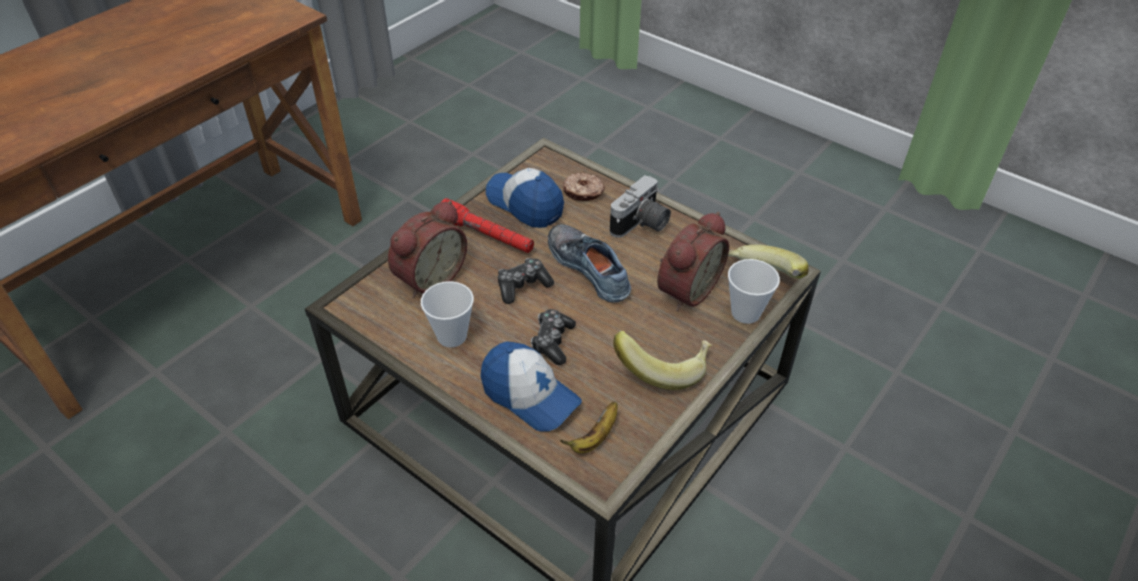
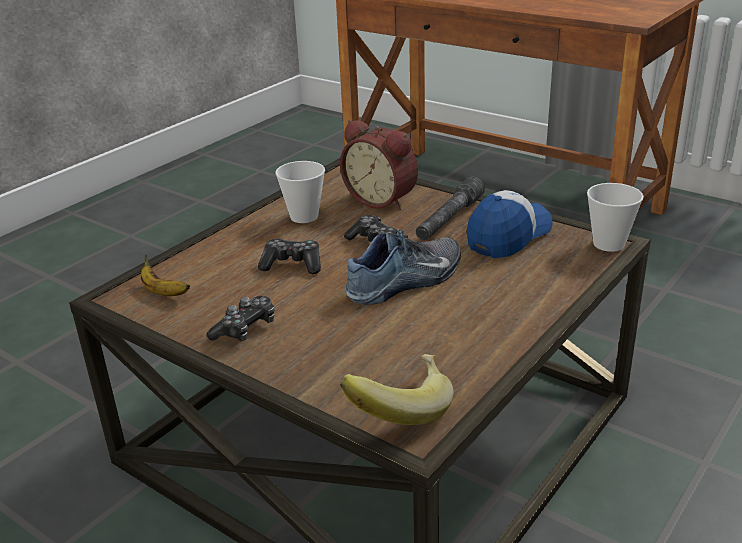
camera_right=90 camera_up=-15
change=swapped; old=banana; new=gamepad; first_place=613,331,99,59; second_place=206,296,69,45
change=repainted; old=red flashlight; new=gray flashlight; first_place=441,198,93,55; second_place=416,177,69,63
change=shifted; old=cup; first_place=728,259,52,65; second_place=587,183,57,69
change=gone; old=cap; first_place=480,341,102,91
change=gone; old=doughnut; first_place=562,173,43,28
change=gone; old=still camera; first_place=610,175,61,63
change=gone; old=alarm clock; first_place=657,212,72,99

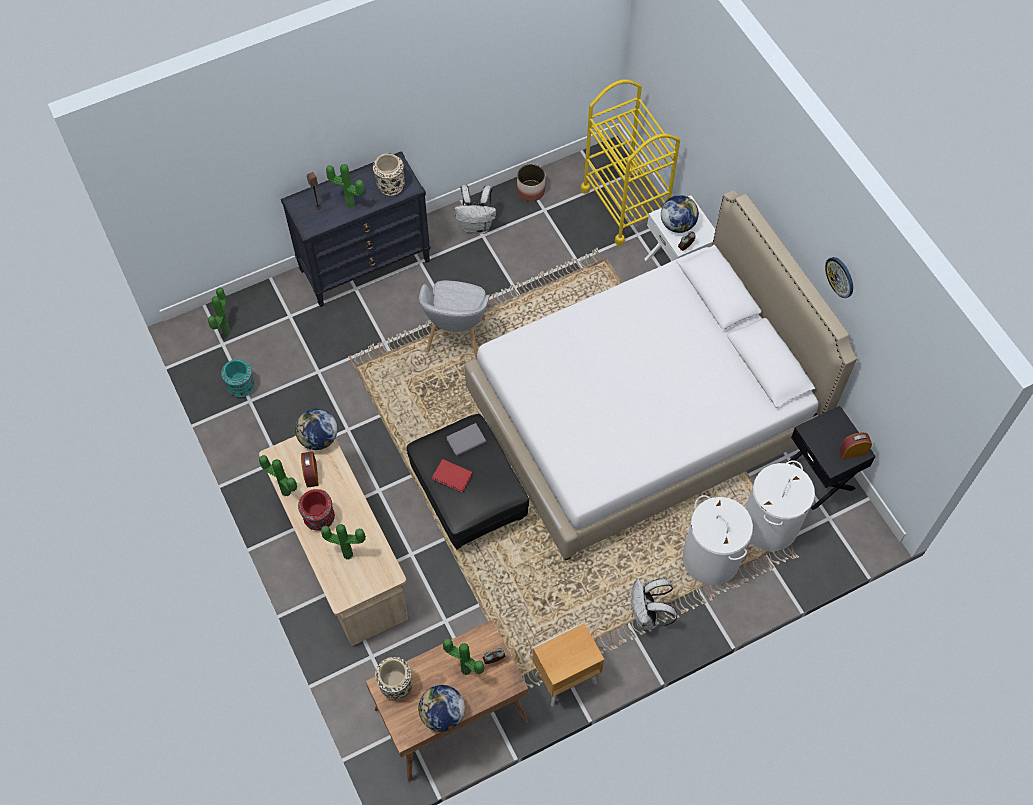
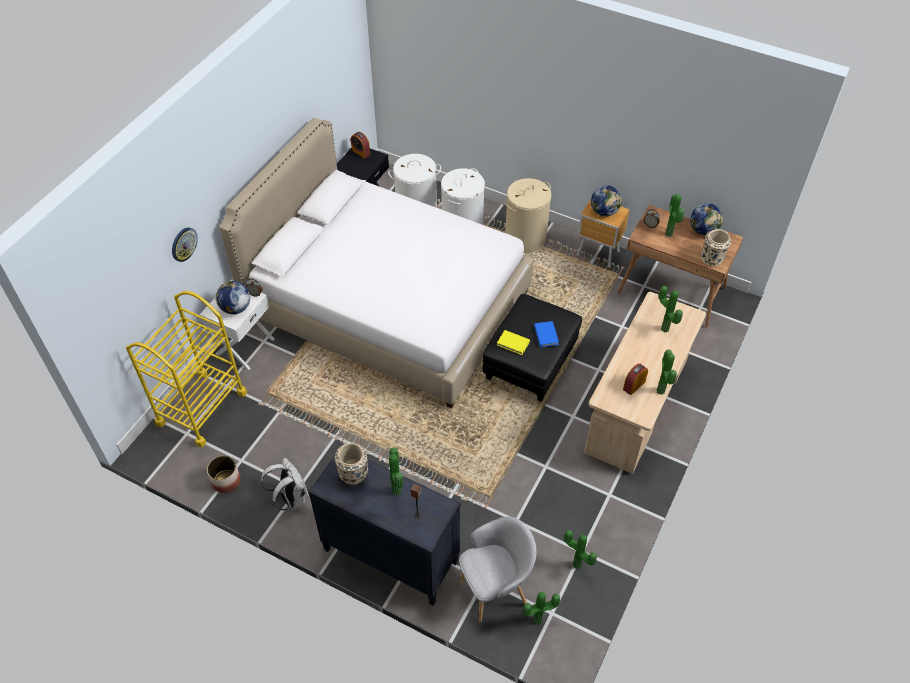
camera_right=-125 camera_up=-10
change=shifted; old=wall clock; first_place=825,257,28,41; second_place=172,227,26,35
change=shifted; old=gray easy chair; first_place=419,281,71,79; second_place=459,517,78,106
change=repainted; old=gray volume; new=yellow-coloured volume; first_place=447,423,39,33; second_place=497,330,33,25
change=swapped; old=whitish rucksack; new=beige-coloured hamper; first_place=631,578,46,52; second_place=505,178,46,75
change=repainted; old=red volume; new=blue volume; first_place=432,459,41,33; second_place=534,321,25,26
change=swapped; old=turquoise-coloured decorative vase; new=potted plant; first_place=221,359,33,38; second_place=564,530,33,39
change=shifted; old=globe; first_place=295,409,42,41; second_place=591,185,31,31
change=gone; old=red decorative vase; first_place=298,489,37,42

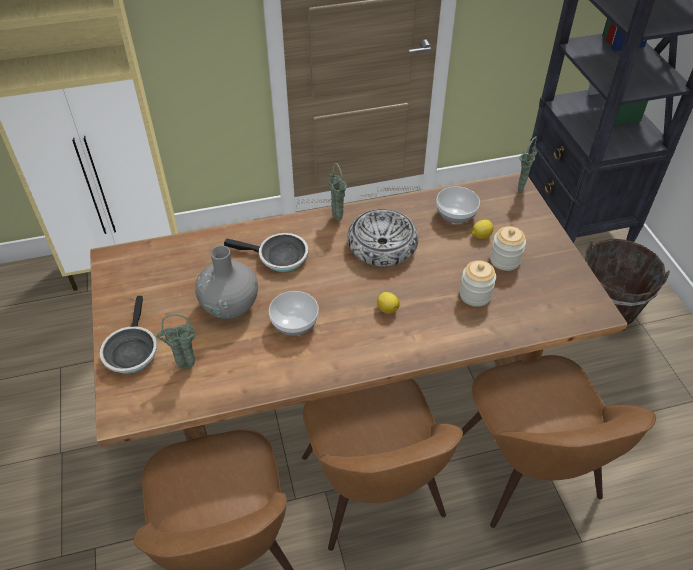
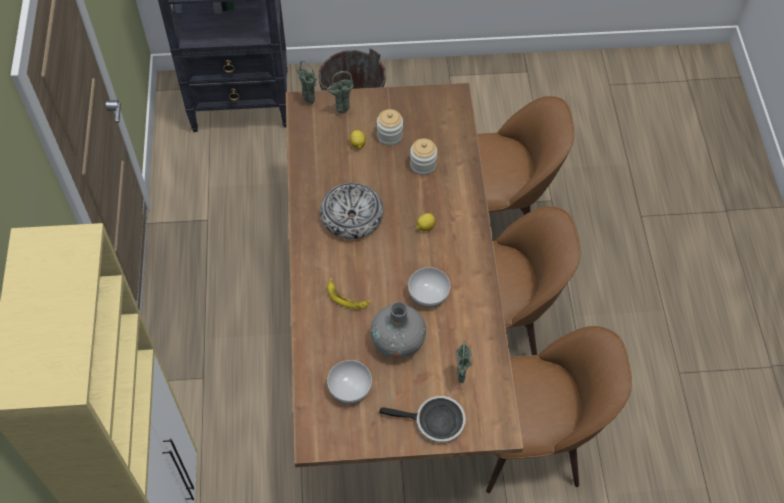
camera_right=-80 camera_up=10
change=shifted; old=green-coloured decorative vase; first_place=327,163,20,58; second_place=327,71,26,43
change=swapped; old=frying pan; new=banana; first_place=224,233,84,39; second_place=327,278,44,31
change=shifted; old=serving bowl; first_place=436,186,44,37; second_place=327,360,45,44

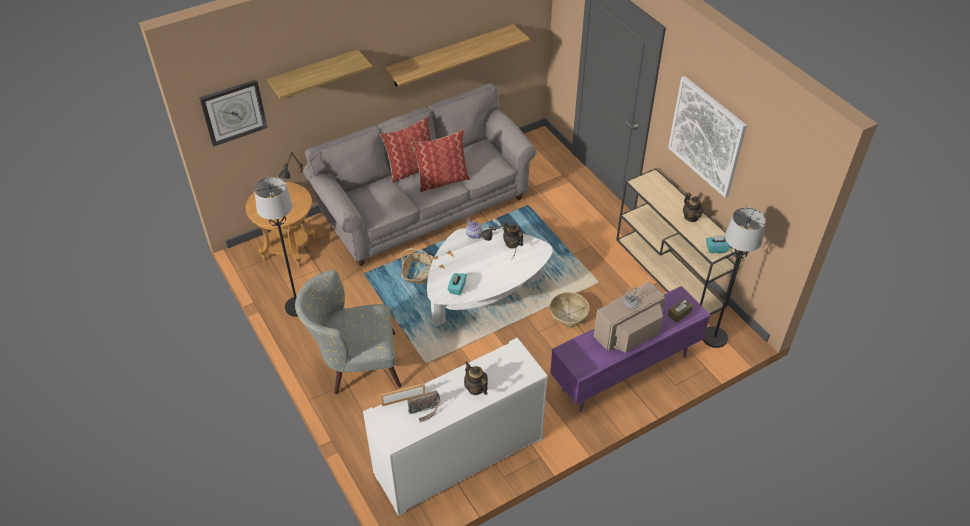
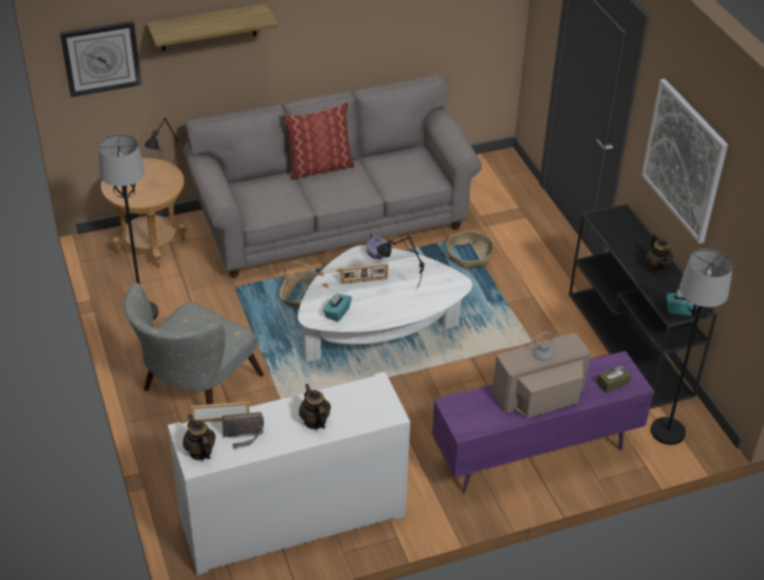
camera_right=10 camera_up=-5
change=rotated; old=gray easy chair; first_place=295,269,106,125; second_place=124,283,140,122; degrees=-60
change=shifted; old=tea pot; first_place=503,221,20,27; second_place=183,414,33,46
change=new; new=photo frame; second_place=341,263,47,21
change=shifted; old=storage basket; first_place=550,292,40,36; second_place=447,231,47,38
change=repainted; old=beige-coloured narrow table; new=black-coloured narrow table; first_place=616,168,127,147; second_place=569,203,148,206
change=gone; old=wall shelf; first_place=385,24,145,62
change=gone; old=cushion; first_place=411,129,59,63

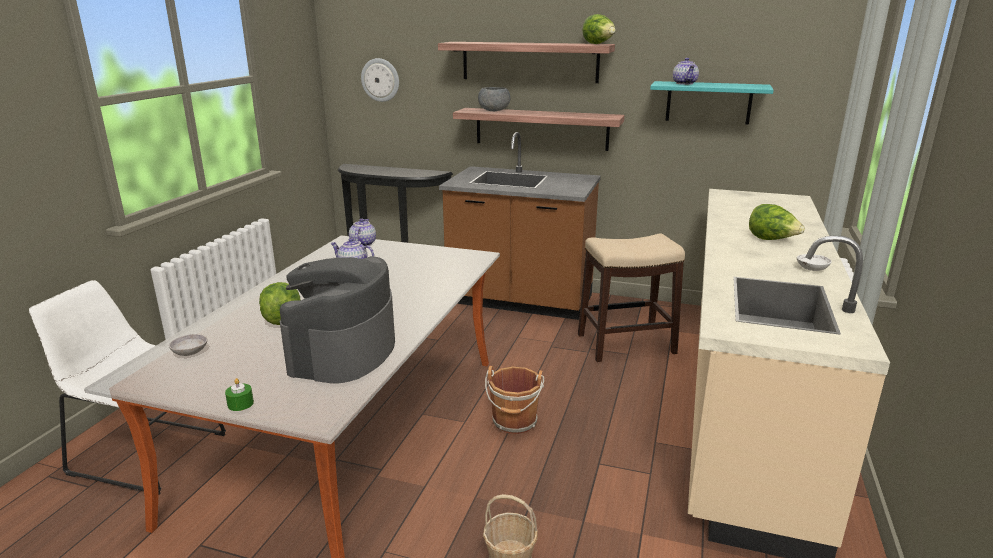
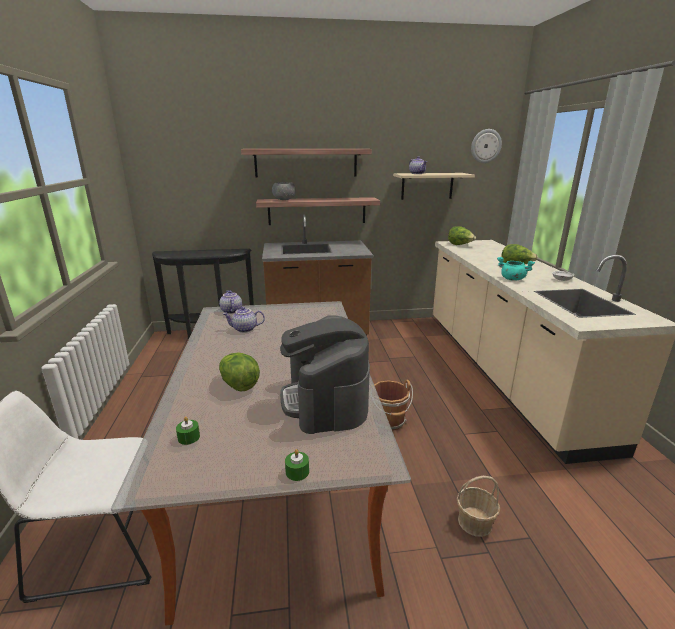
camera_right=-25 camera_up=0
change=swapped; old=gray serving bowl; new=green-coloured wax light; first_place=169,334,39,22; second_place=176,416,24,29
change=repainted; old=turquoise-coloured wall shelf; new=beige-coloured wall shelf; first_place=650,81,124,44; second_place=393,173,82,27
change=shifted; old=head of lettuce; first_place=582,14,34,30; second_place=448,226,28,19
change=shifted; old=wall clock; first_place=361,58,38,44; second_place=471,129,31,34
change=new; new=turquoise-coloured saucepot; second_place=497,257,38,24
change=gone; old=sitting stool; first_place=578,234,107,128

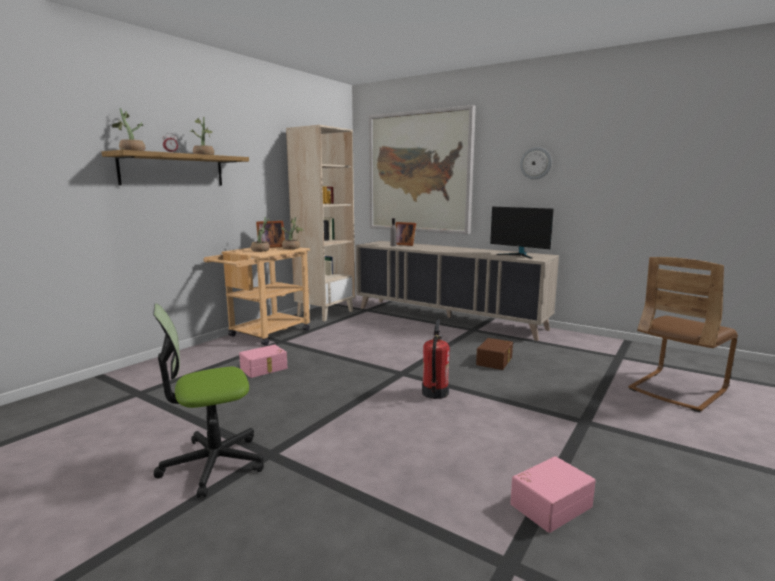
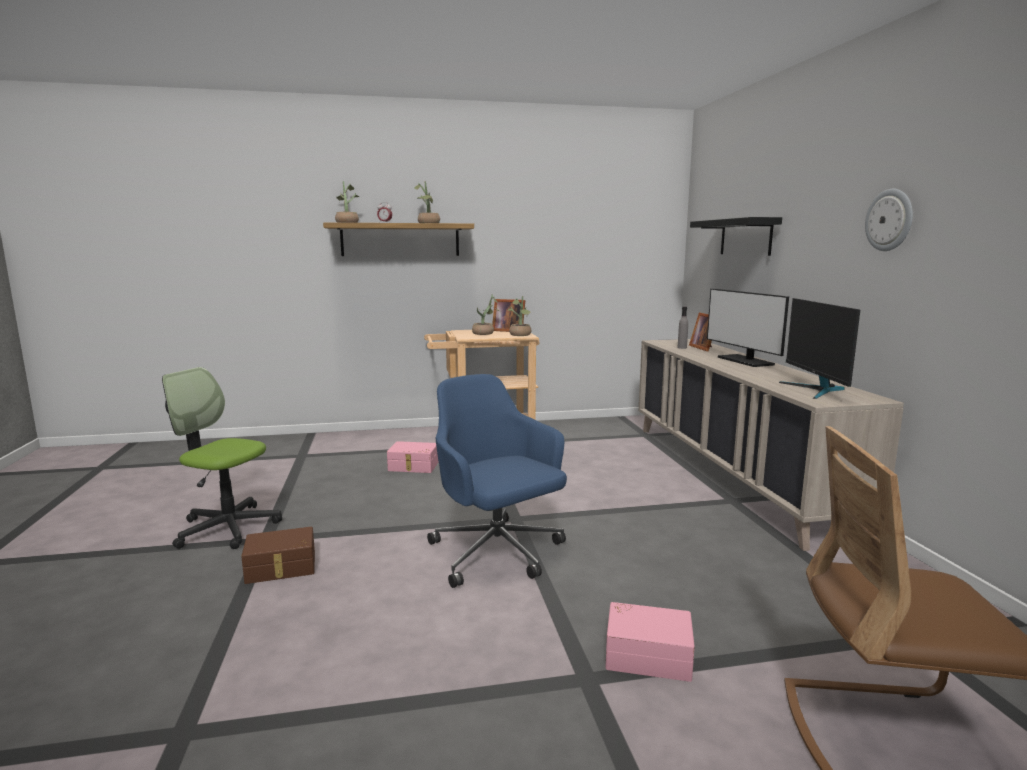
camera_right=45 camera_up=0
change=shifted; old=brown-coloured storage container; first_place=476,338,37,32; second_place=241,527,74,57
change=swapped; old=fire extinguisher; new=blue office chair; first_place=422,319,28,80; second_place=427,374,140,214
change=shifted; old=pink-coloured storage container; first_place=510,456,86,77; second_place=605,602,90,80
change=swapped; old=wall picture; new=black-coloured wall shelf; first_place=369,105,107,129; second_place=690,217,92,39
change=new; new=computer display; second_place=707,289,82,78
change=gone; old=beige-coloured bookcase; first_place=286,125,69,196

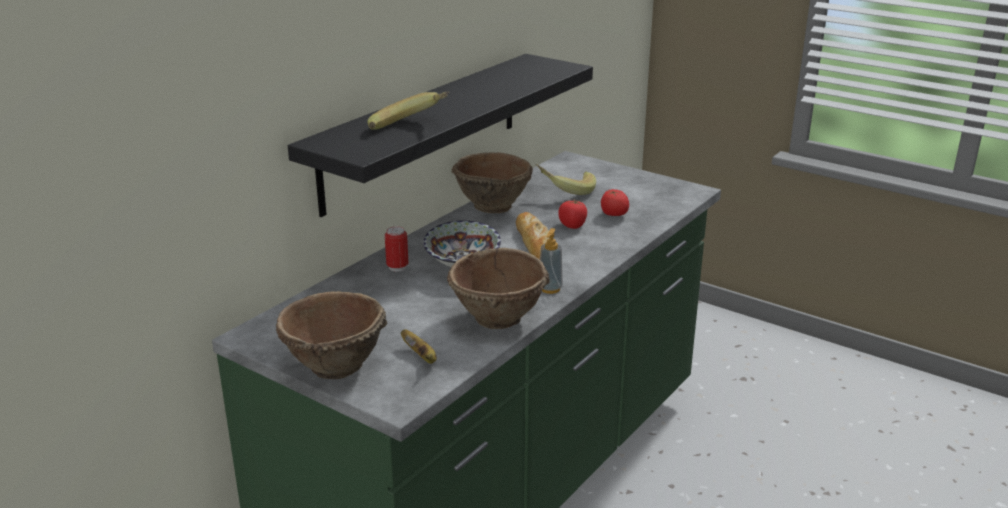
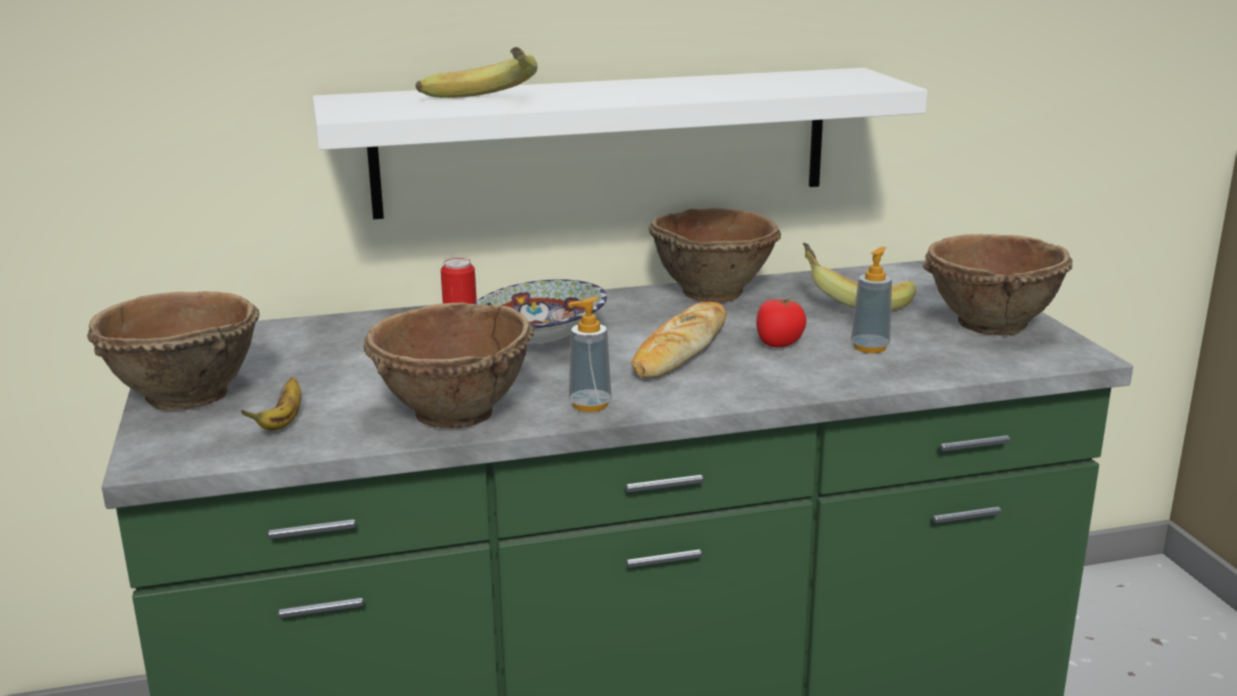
camera_right=40 camera_up=-5
change=repainted; old=black-coloured wall shelf; new=whitish wall shelf; first_place=288,54,305,163; second_place=313,68,614,151
change=swapped; old=fresh tomato; new=liquid soap bottle; first_place=601,189,28,27; second_place=851,247,41,106
change=new; new=brown-coloured serving bowl; second_place=923,234,149,102

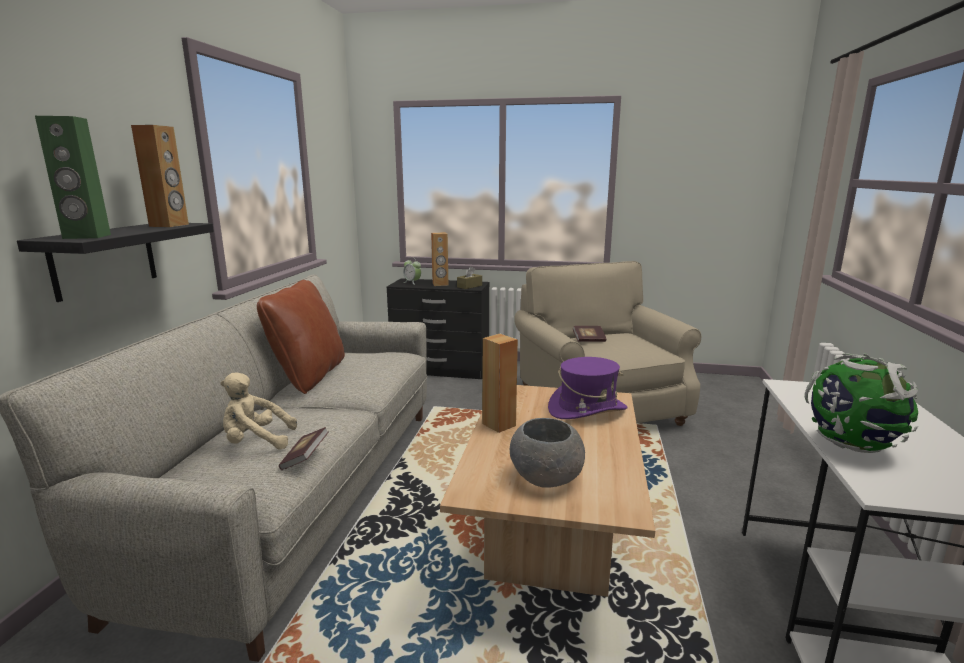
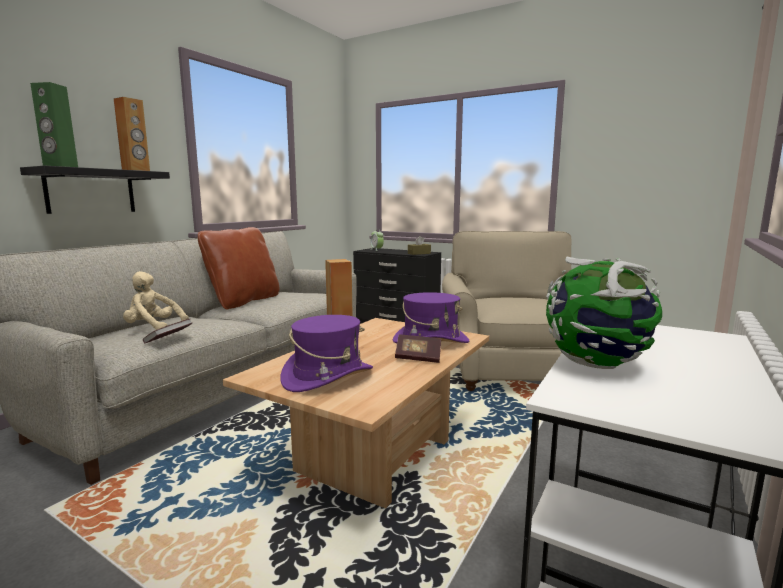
camera_right=20 camera_up=-5
change=swapped; old=gray serving bowl; new=purple-coloured wearable hat; first_place=510,418,75,70; second_place=280,315,93,77
change=shifted; old=volume; first_place=573,326,34,16; second_place=395,335,46,28
change=gone; old=brown-coloured audio speaker; first_place=431,232,18,54

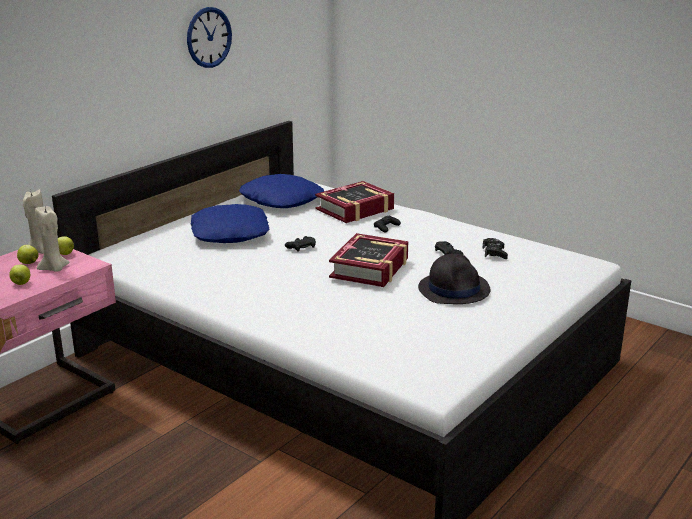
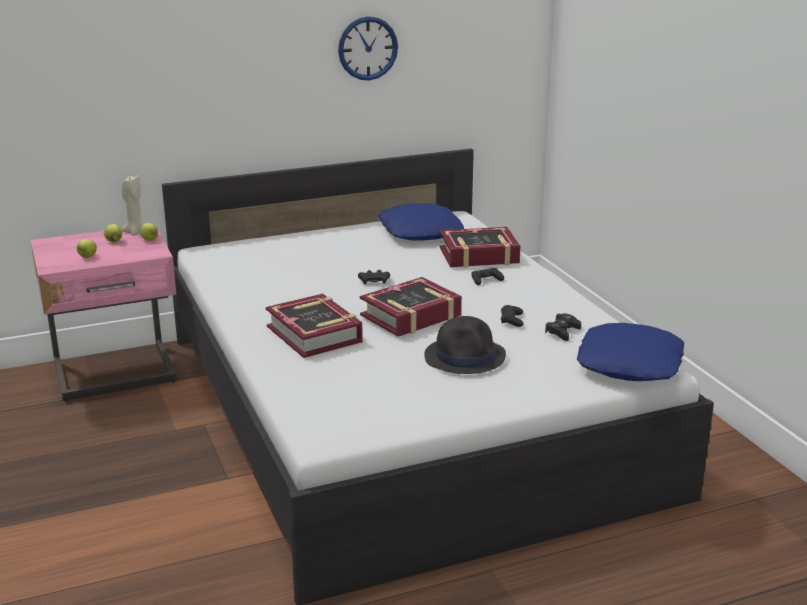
camera_right=30 camera_up=0
change=new; new=volume; second_place=266,293,97,65
change=shifted; old=blue cushion; first_place=191,204,78,39; second_place=577,323,107,58
change=gone; old=beige-coloured wax light; first_place=35,206,35,66

